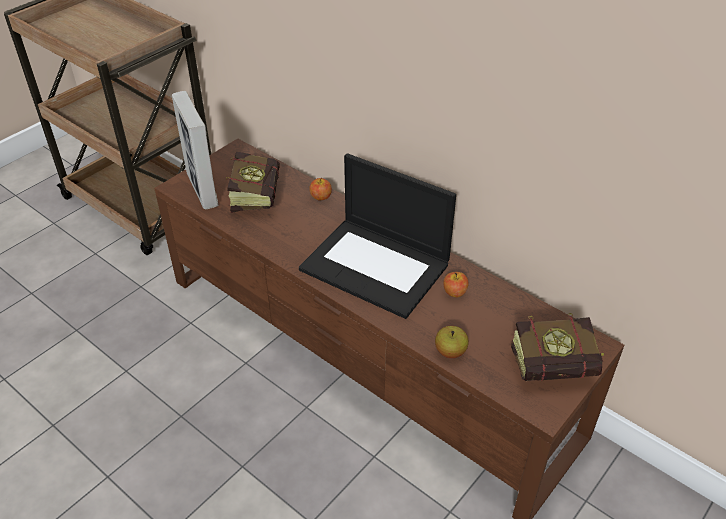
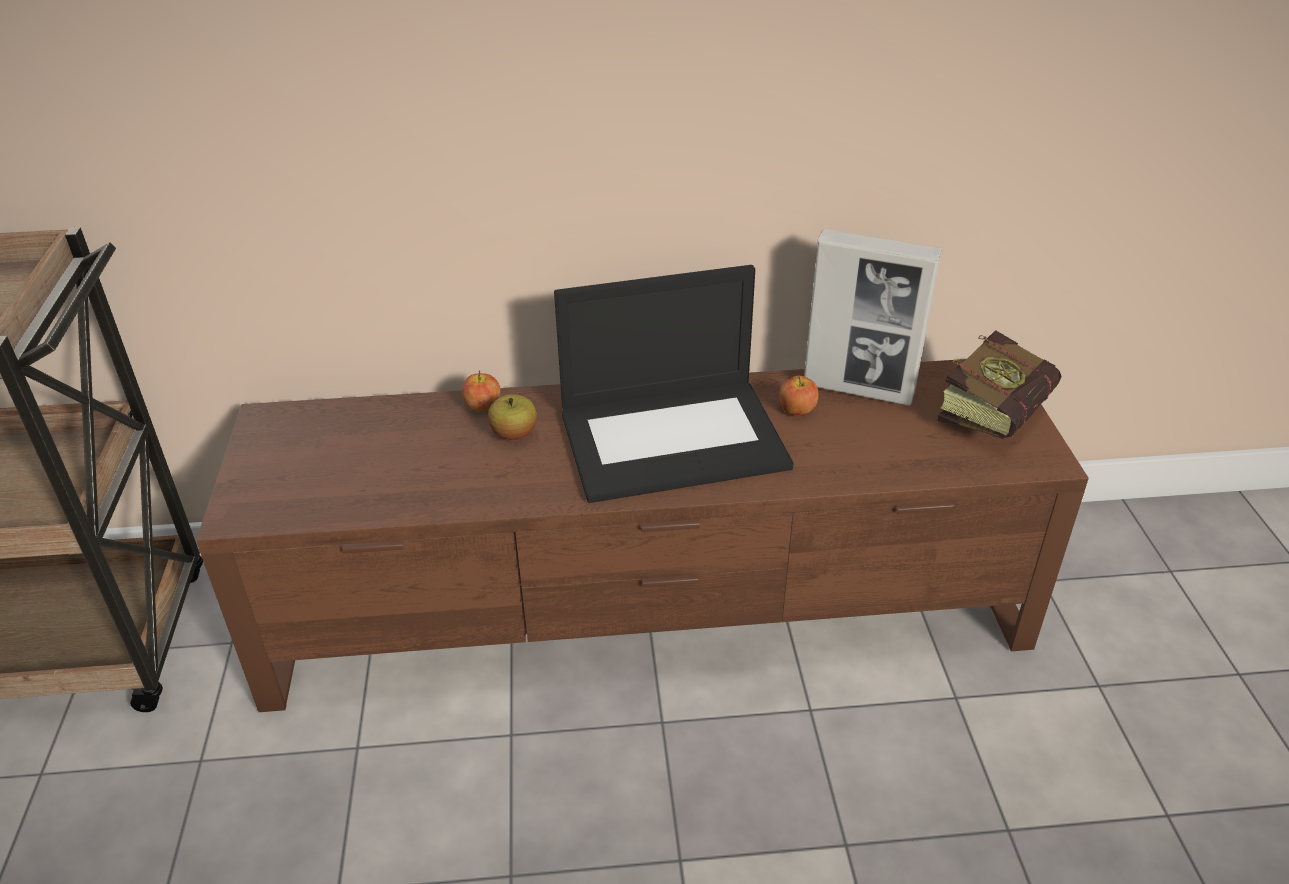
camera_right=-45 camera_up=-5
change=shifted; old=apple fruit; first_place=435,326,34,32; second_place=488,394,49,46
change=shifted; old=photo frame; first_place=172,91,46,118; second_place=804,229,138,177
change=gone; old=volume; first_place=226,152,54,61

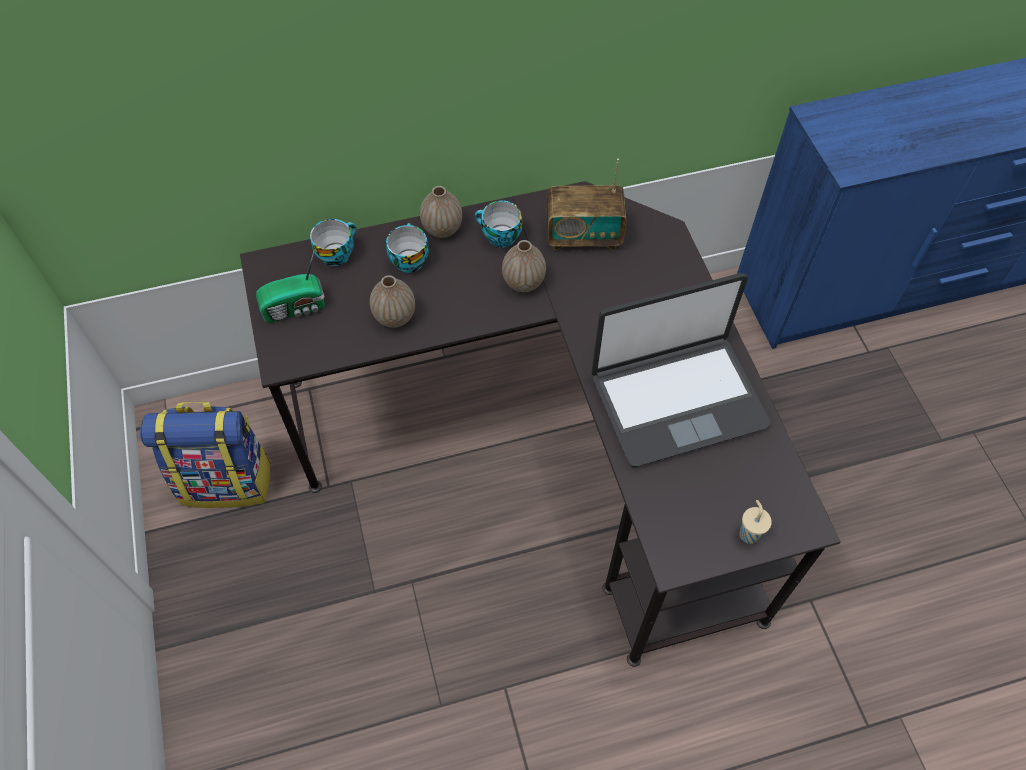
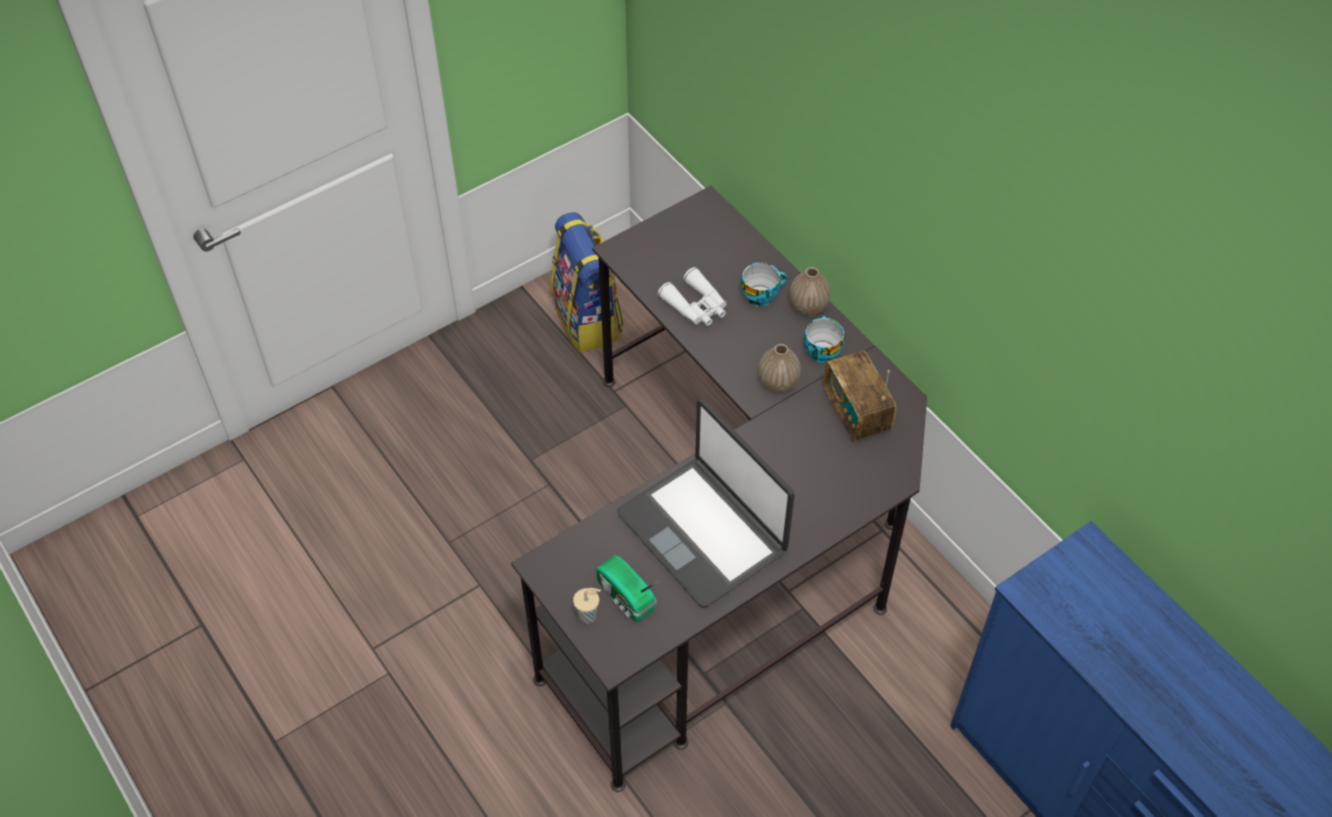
camera_right=70 camera_up=-5
change=shifted; old=radio set; first_place=256,252,69,71; second_place=596,555,63,67
change=swapped; old=decorative vase; new=whitish field glasses; first_place=370,275,45,53; second_place=658,267,69,59
change=gone; old=cup; first_place=310,219,46,47

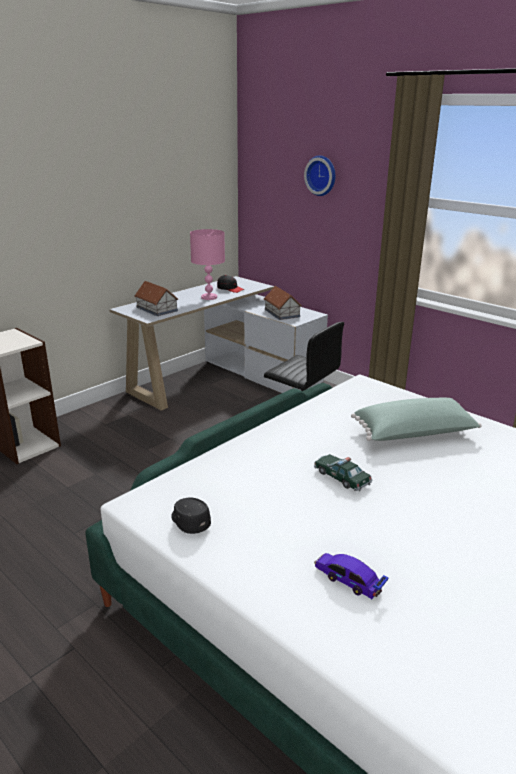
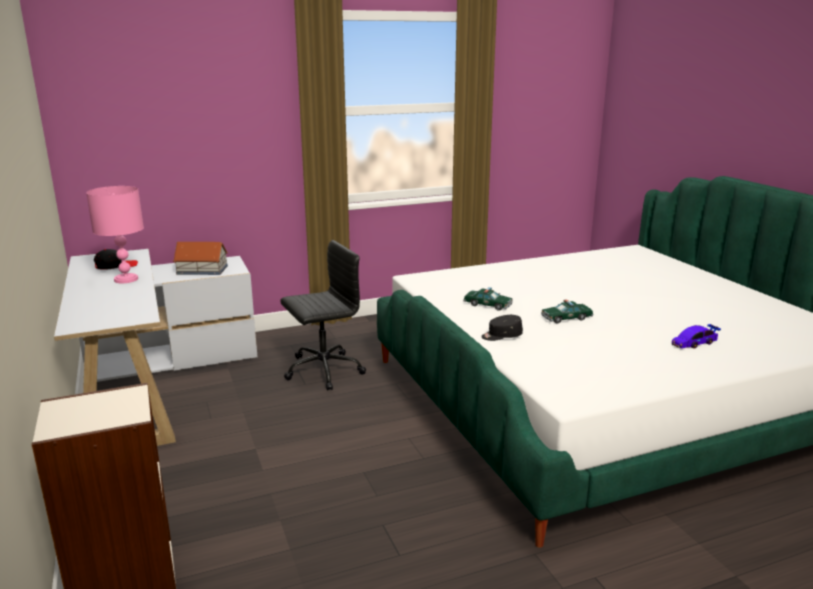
camera_right=-65 camera_up=-5
change=new; new=model car; second_place=463,287,50,24
change=shifted; old=black-coloured cap; first_place=171,497,40,37; second_place=481,315,42,26
change=gone; old=toy house; first_place=134,281,44,35
change=gone; old=wall clock; first_place=304,155,31,41
change=gone; old=green-coloured cushion; first_place=351,398,131,43

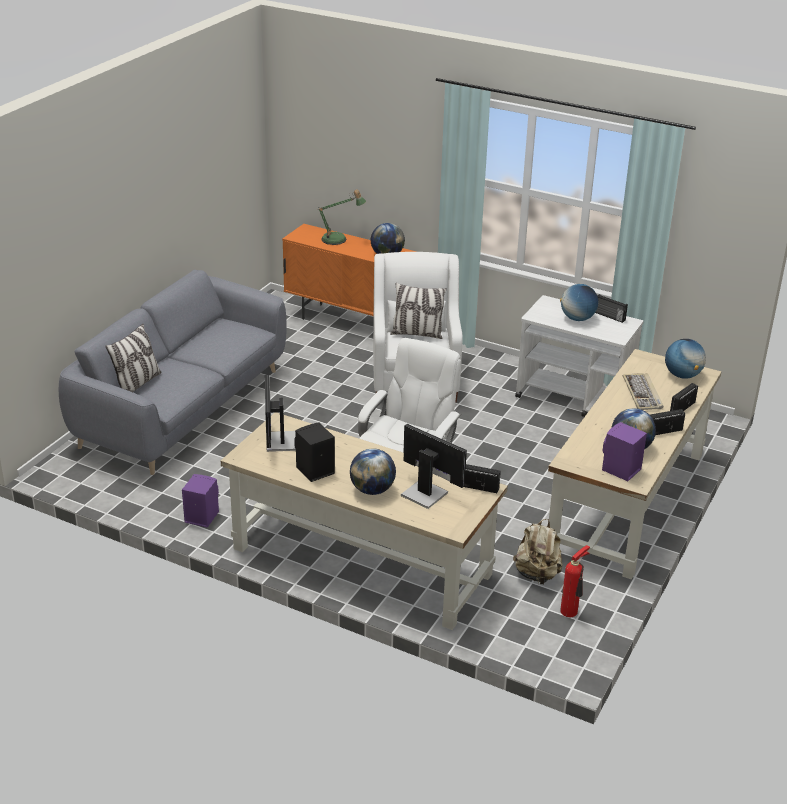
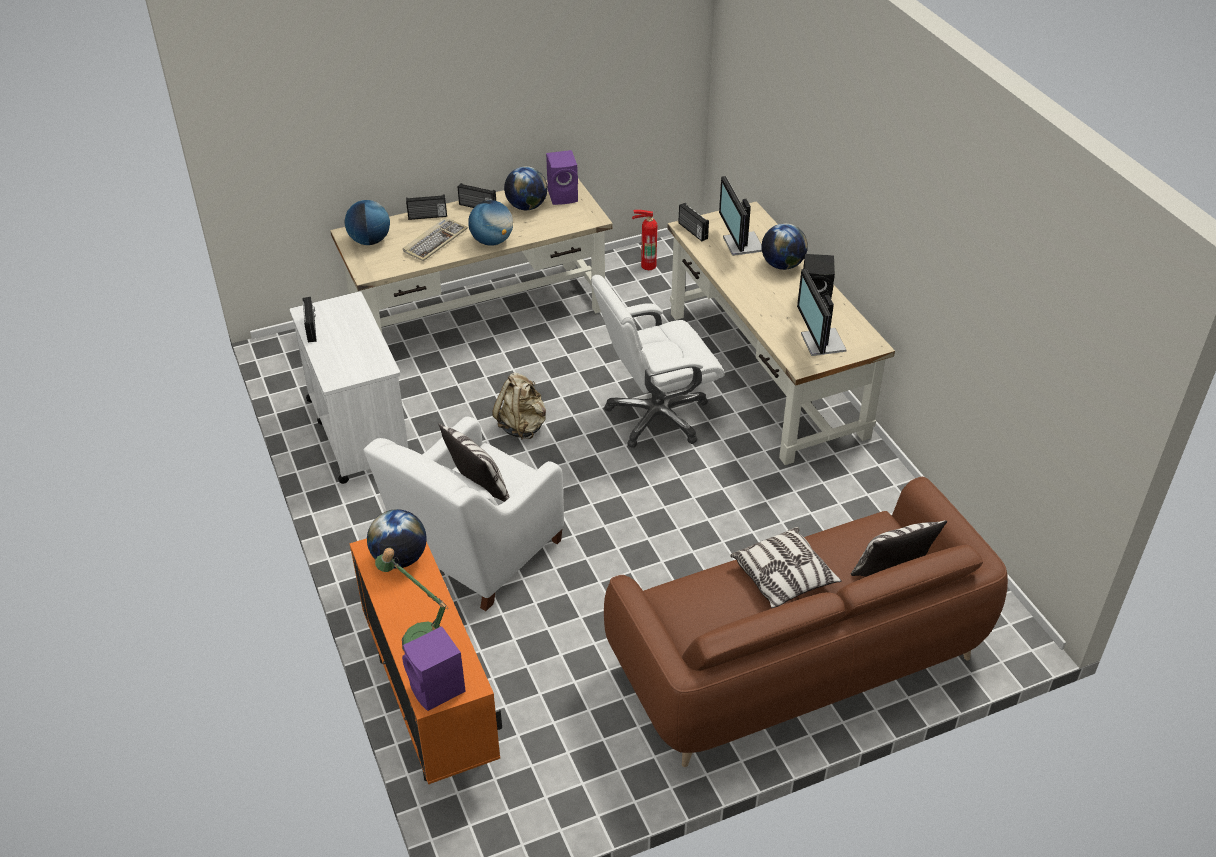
camera_right=-140 camera_up=10
change=shifted; old=purple-coloured audio speaker; first_place=182,474,37,54; second_place=402,626,64,85
change=shifted; old=globe; first_place=560,284,38,37; second_place=469,200,44,46
change=shifted; old=beige-coloured rucksack; first_place=513,519,50,65; second_place=492,373,54,67
change=repainted; old=gray sofa; new=brown-coloured sofa; first_place=59,270,228,205; second_place=604,477,404,290
change=new; new=cushion; second_place=730,527,112,81
change=rotated; old=computer display; first_place=265,375,31,77; second_place=797,269,50,87; degrees=135

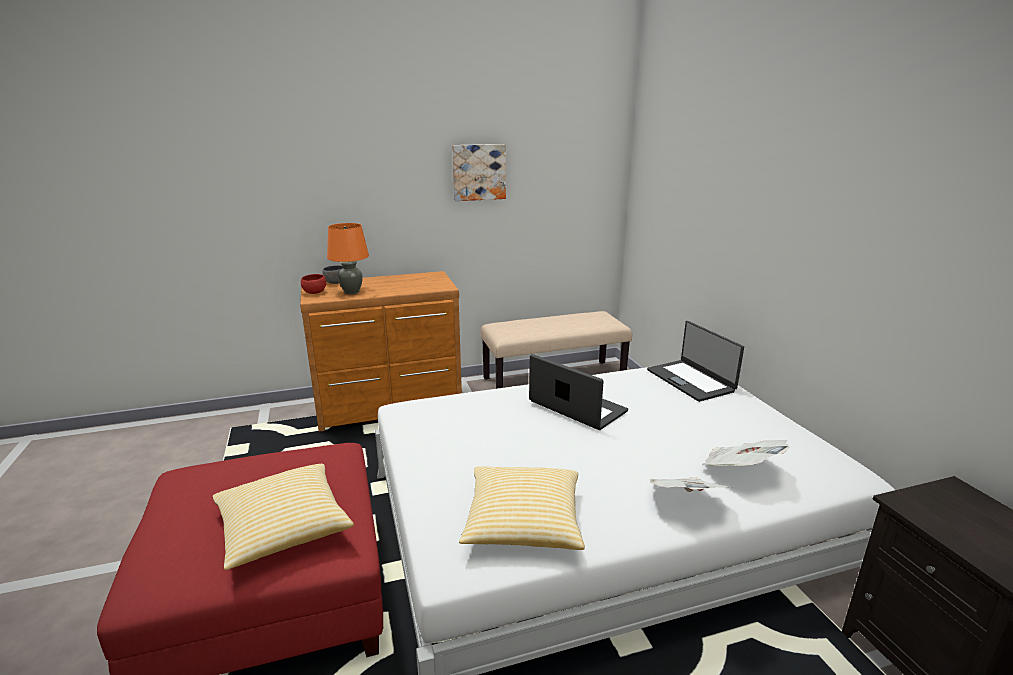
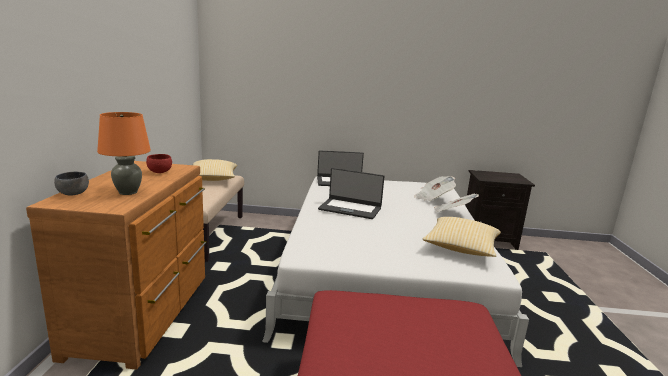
camera_right=-70 camera_up=-5
change=shifted; old=red serving bowl; first_place=301,274,25,20; second_place=146,154,26,19
change=shifted; old=cushion; first_place=212,464,142,106; second_place=192,159,45,22
change=rotated; old=portable computer; first_place=529,354,99,76; second_place=318,168,67,51; degrees=-135
change=gone; old=wall picture; first_place=452,144,54,57

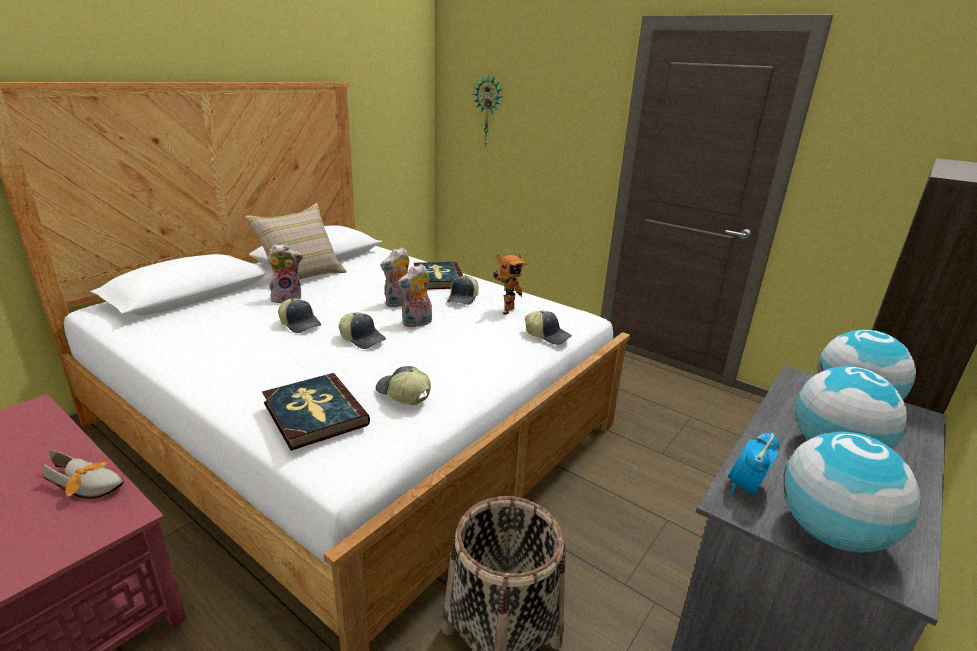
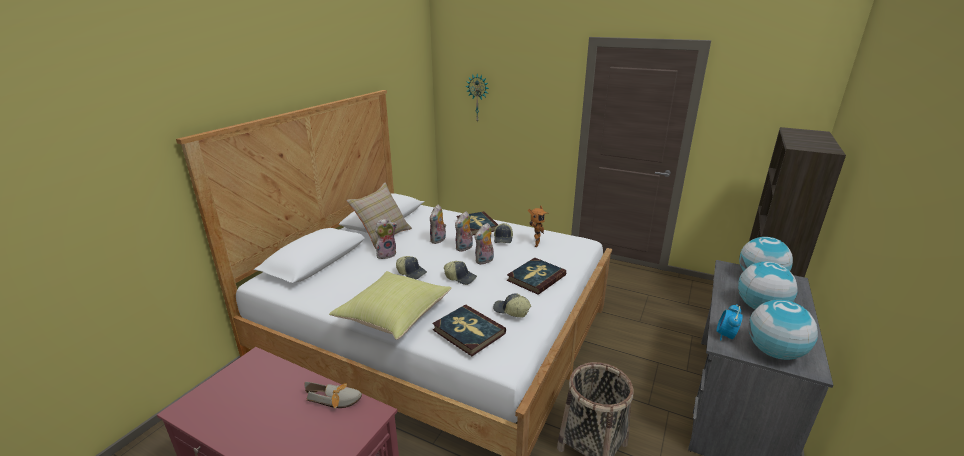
camera_right=-10 camera_up=0
change=new; new=yellow-coloured cushion; second_place=329,271,123,69
change=new; new=soft toy; second_place=430,204,16,40
change=new; new=volume; second_place=507,258,59,37
change=gone; old=cap; first_place=525,310,47,35

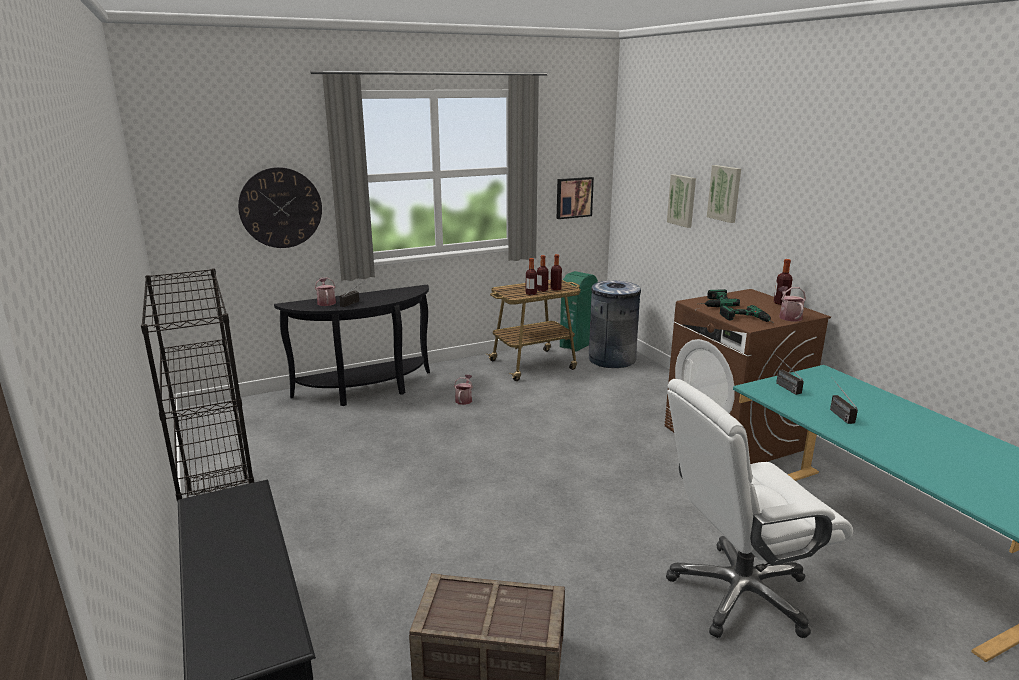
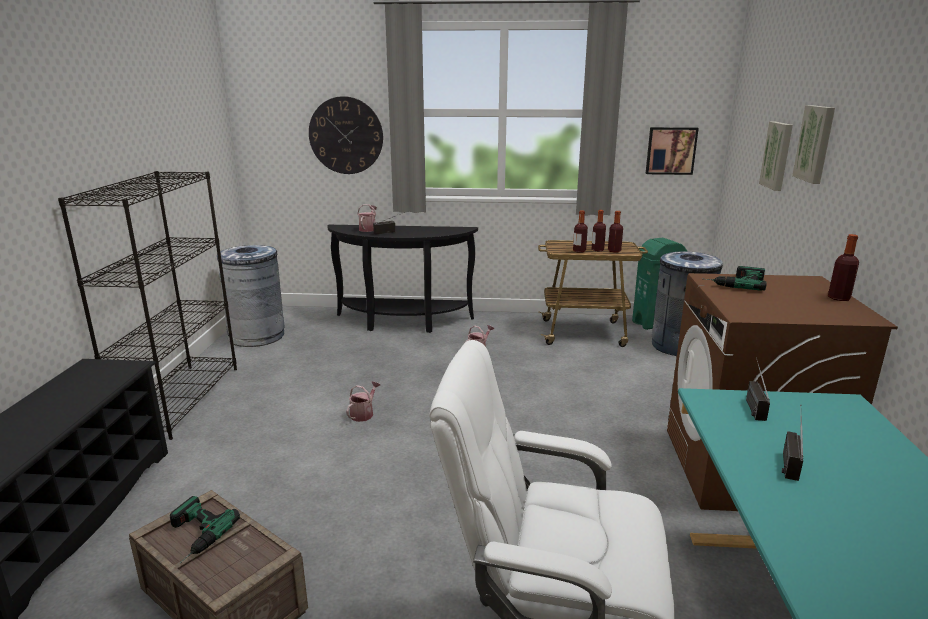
camera_right=30 camera_up=0
change=shifted; old=electric drill; first_place=720,305,54,18; second_place=170,496,70,67
change=new; new=gray rubbish bin; second_place=217,245,68,102
change=shifted; old=watering pot; first_place=778,286,28,35; second_place=346,381,34,41

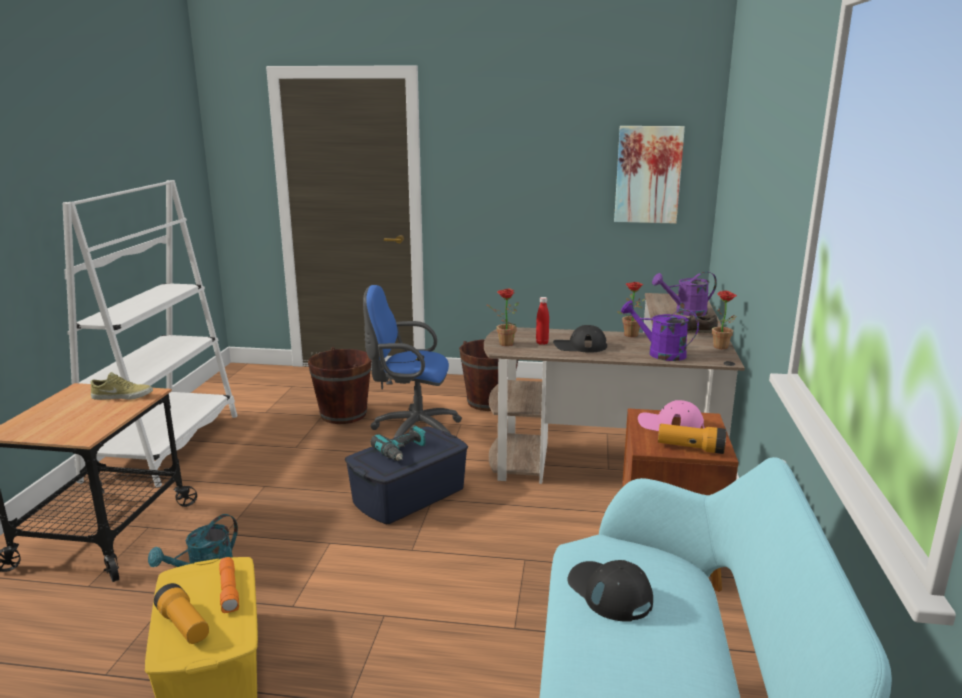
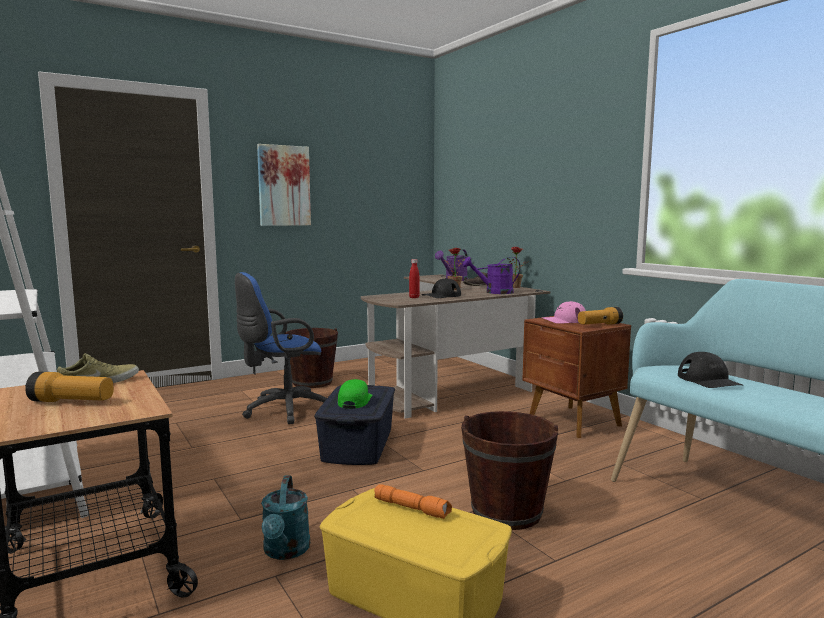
camera_right=-40 camera_up=-10
change=shifted; old=flashlight; first_place=154,583,55,61; second_place=25,372,89,30
change=shifted; old=wall picture; first_place=614,126,71,98; second_place=257,144,54,82
change=swapped; old=electric drill; new=green-coloured cap; first_place=371,425,55,36; second_place=338,379,35,30
change=shifted; old=brown-coloured water bucket; first_place=308,347,64,77; second_place=461,411,97,119
change=rotated; old=black-coloured cap; first_place=567,560,86,62; second_place=678,352,66,36; degrees=-120
change=gone; old=potted plant; first_place=486,288,33,58

